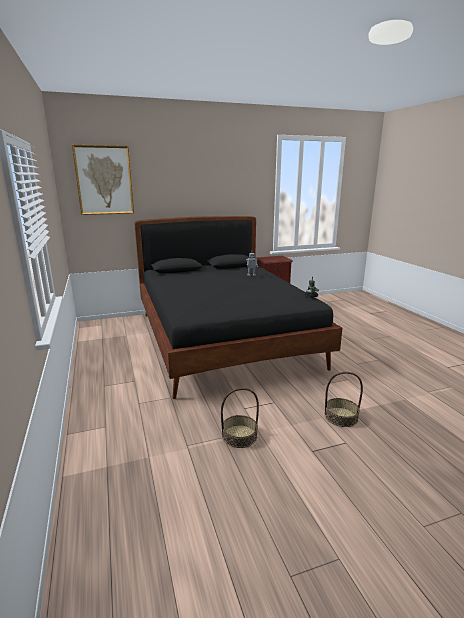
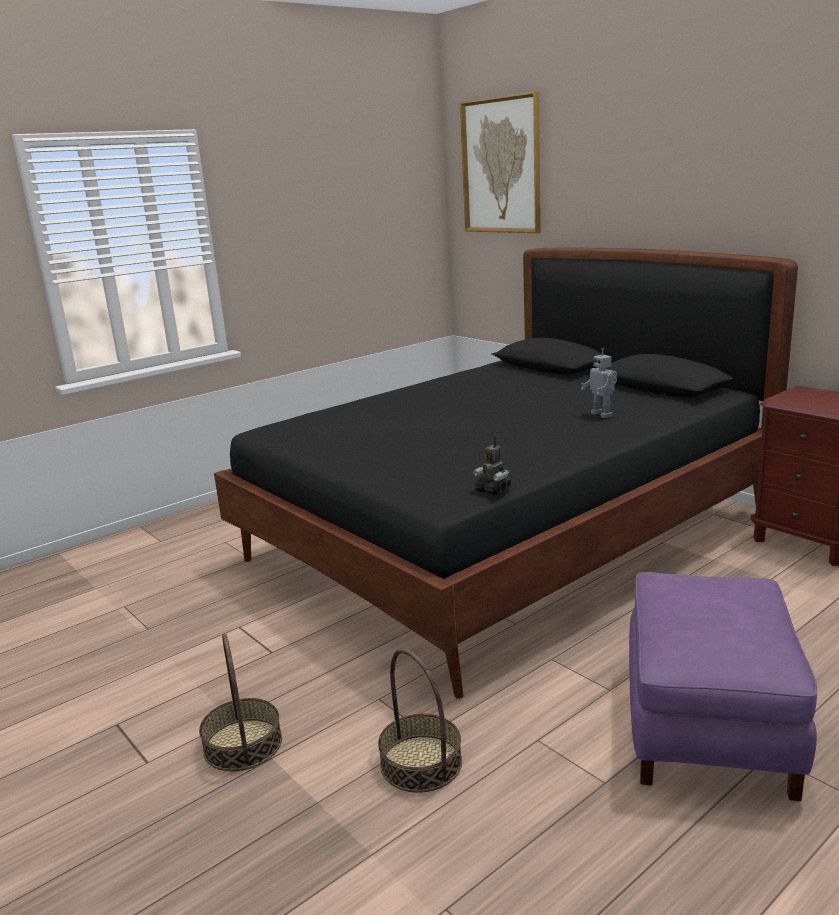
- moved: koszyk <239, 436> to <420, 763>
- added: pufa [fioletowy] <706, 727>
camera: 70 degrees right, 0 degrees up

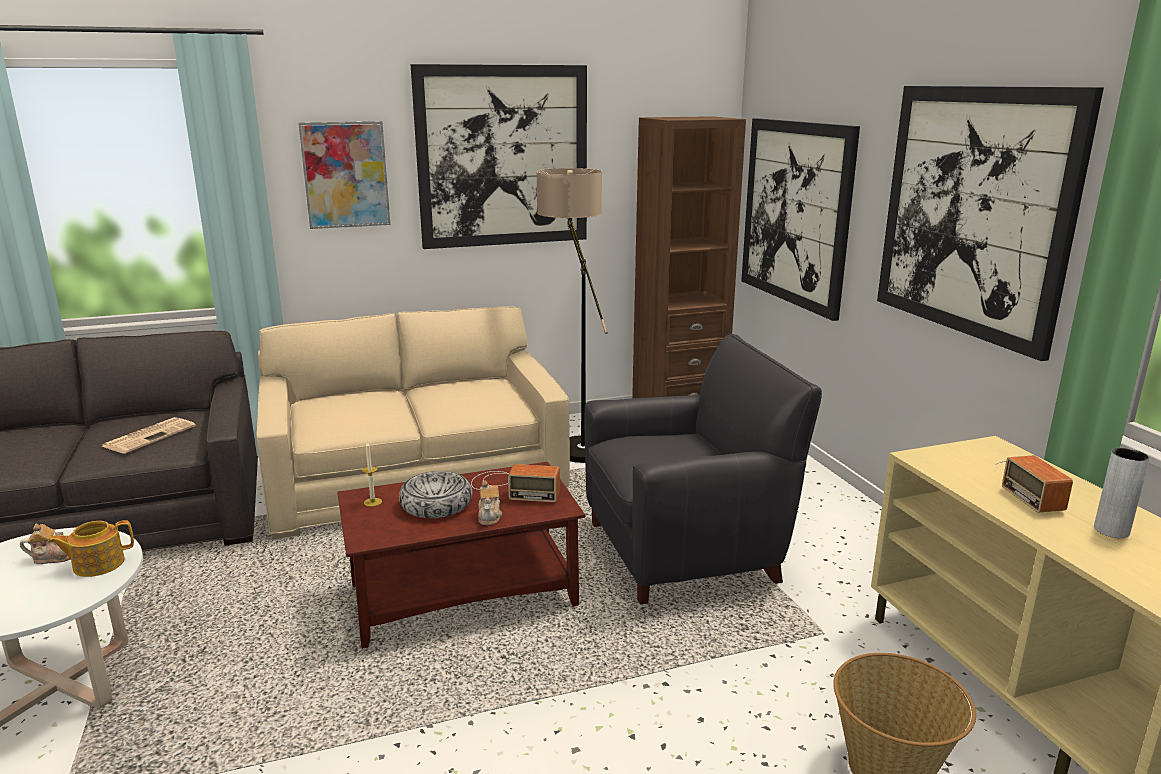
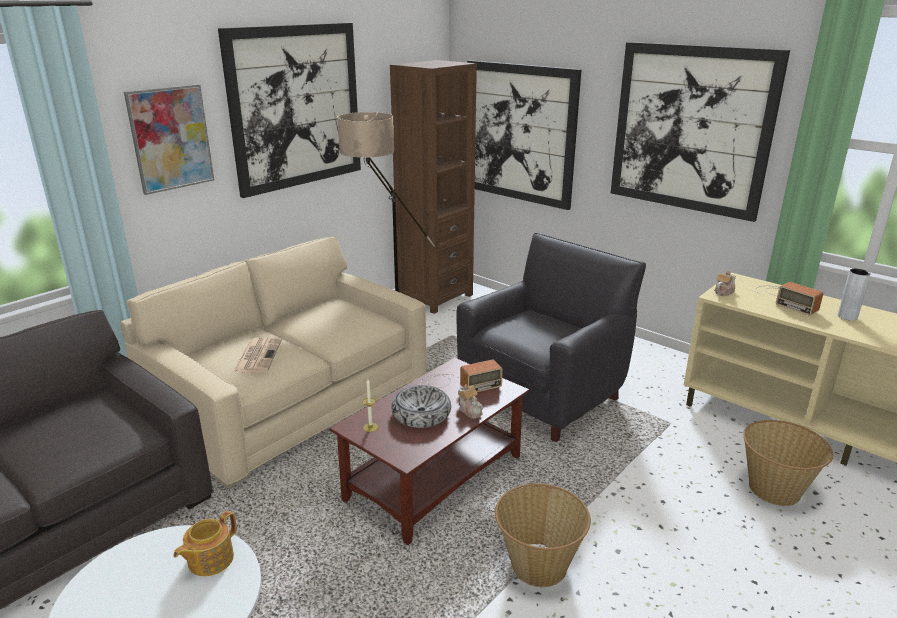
- moved: gazeta <150, 436> to <258, 356>
- added: koszyk <538, 564>
- moved: imbryk <53, 557> to <723, 292>
camera: 30 degrees left, 5 degrees up

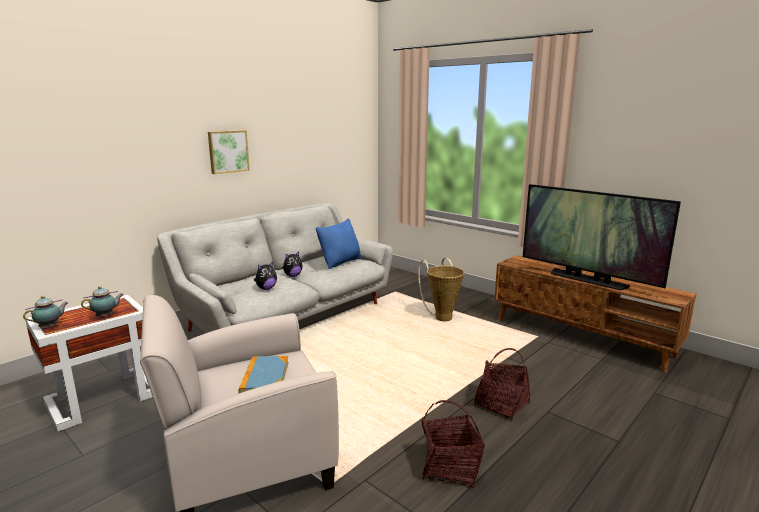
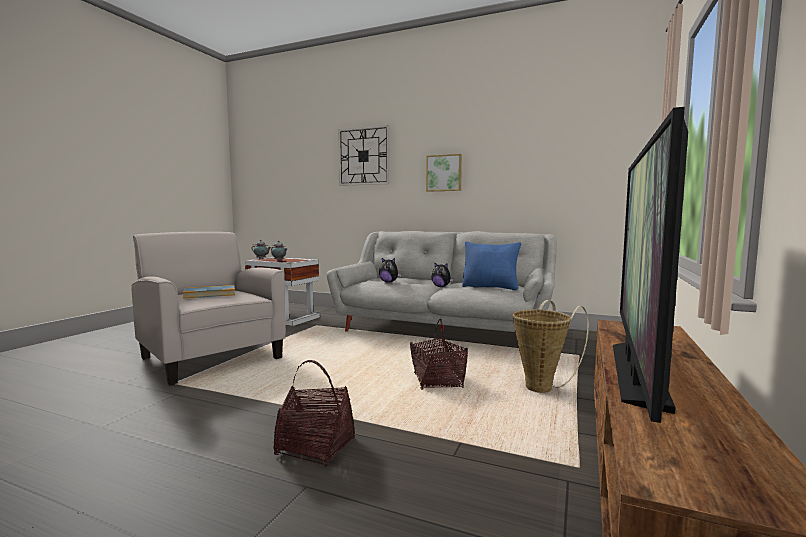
- added: zegar ścienny <364, 156>
- moved: koszyk <450, 468> to <437, 381>
camera: 70 degrees right, 10 degrees down

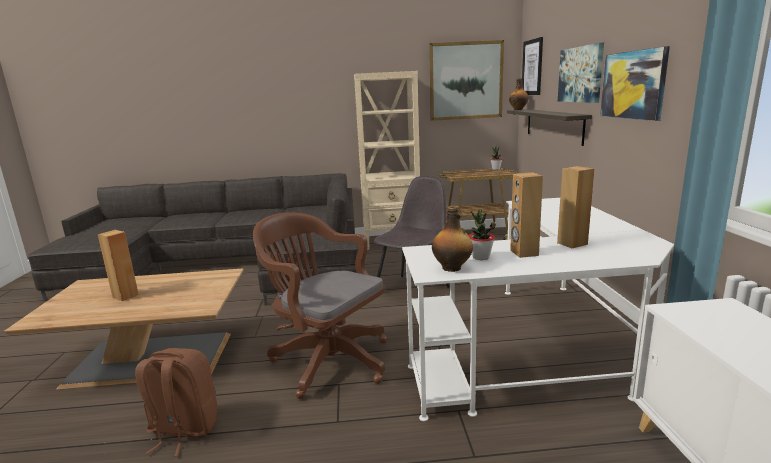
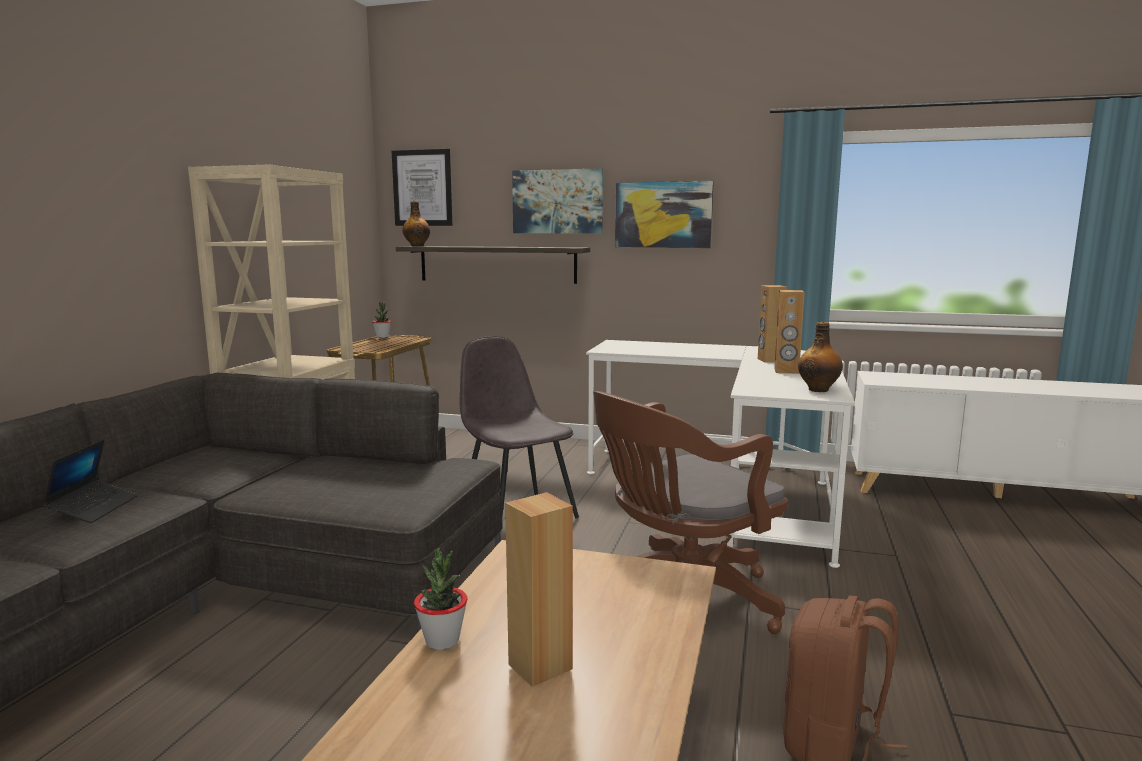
- added: laptop <93, 508>
- moved: roślina doniczkowa <480, 257> to <442, 641>
- removed: obraz <466, 81>
camera: 70 degrees left, 5 degrees down

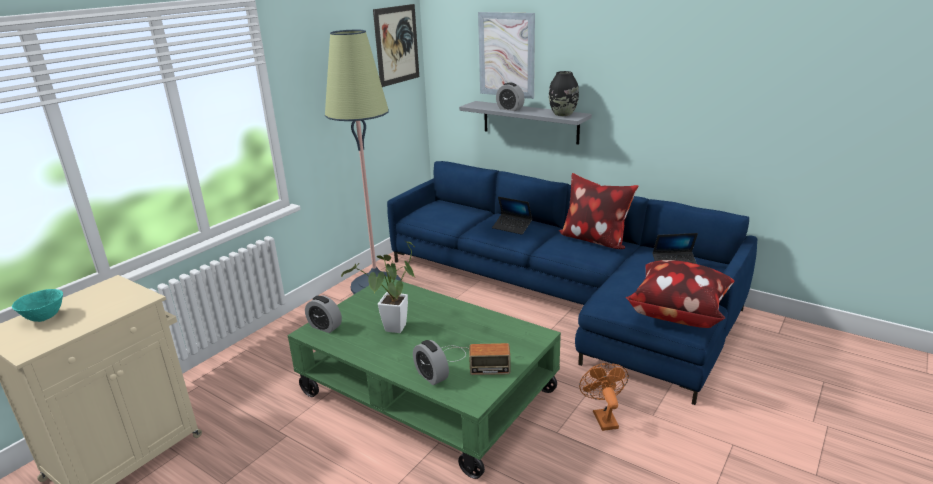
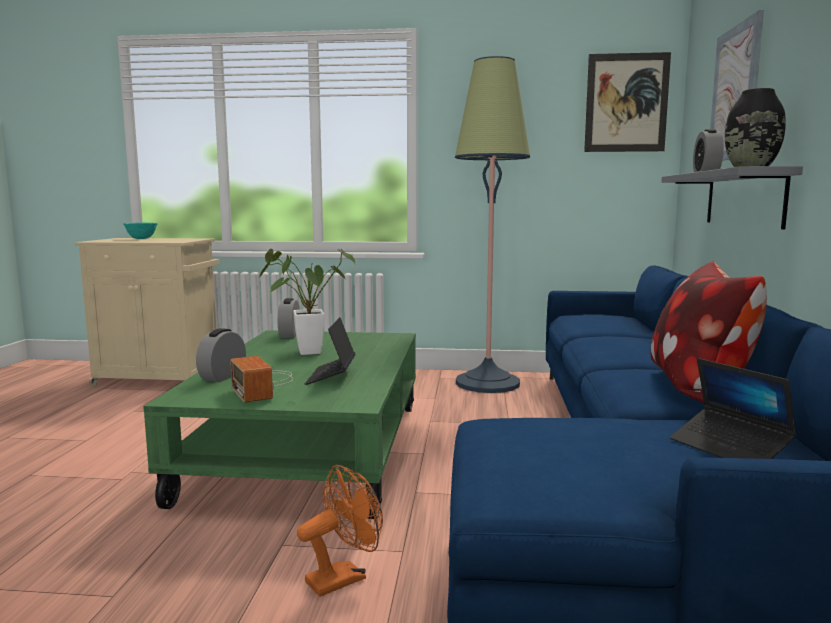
- moved: laptop <512, 227> to <331, 376>
- removed: poduszka <677, 312>
camera: 60 degrees right, 15 degrees down

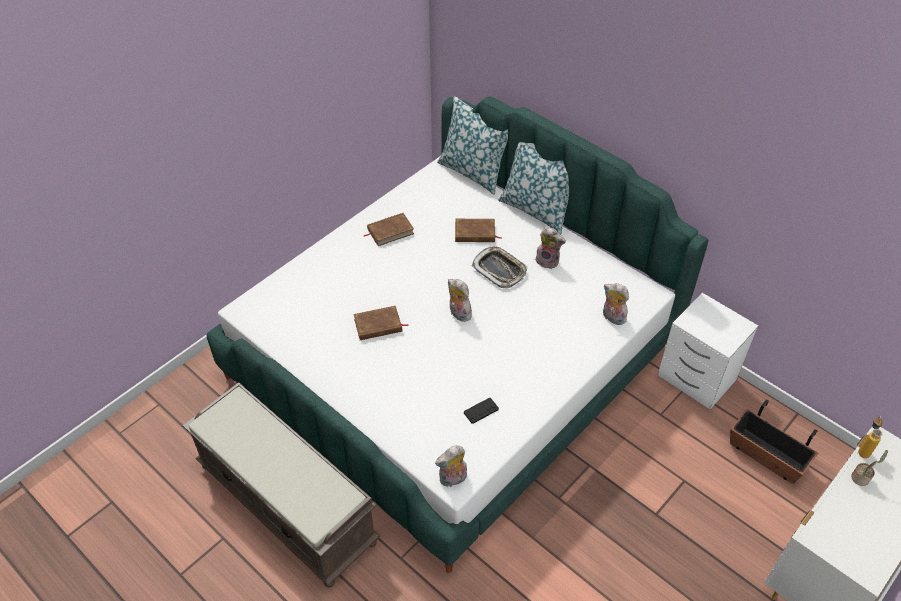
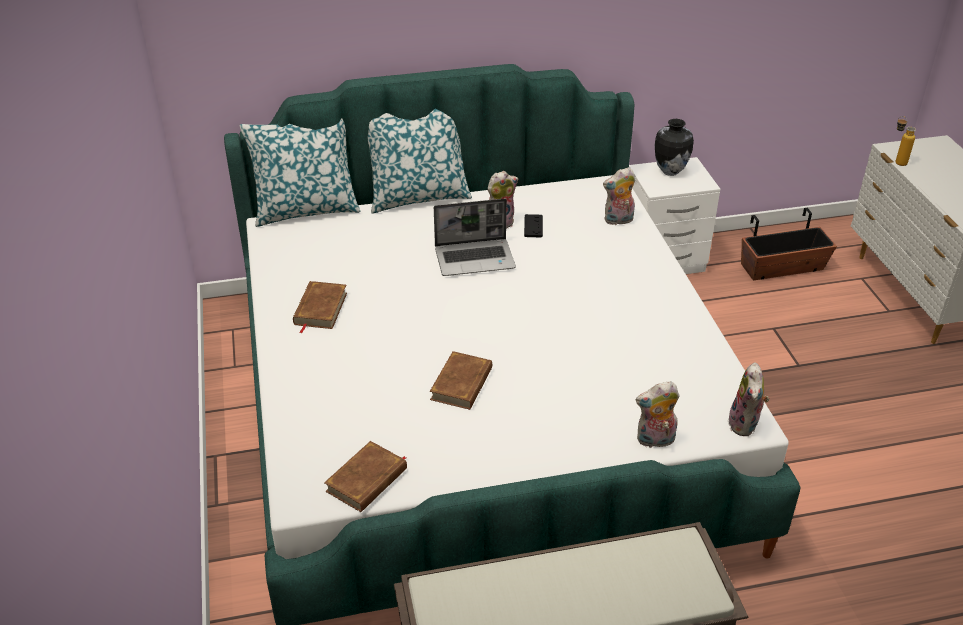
- moved: książka [brązowy] <475, 233> to <367, 480>
- replaced: taca <499, 270> to laptop <475, 258>
- moved: pad do gier [czarny] <481, 411> to <533, 226>
- moved: pluszak <458, 314> to <655, 441>
- added: wazon <669, 171>
- removed: roślina doniczkowa <861, 478>
camera: 55 degrees left, 10 degrees down

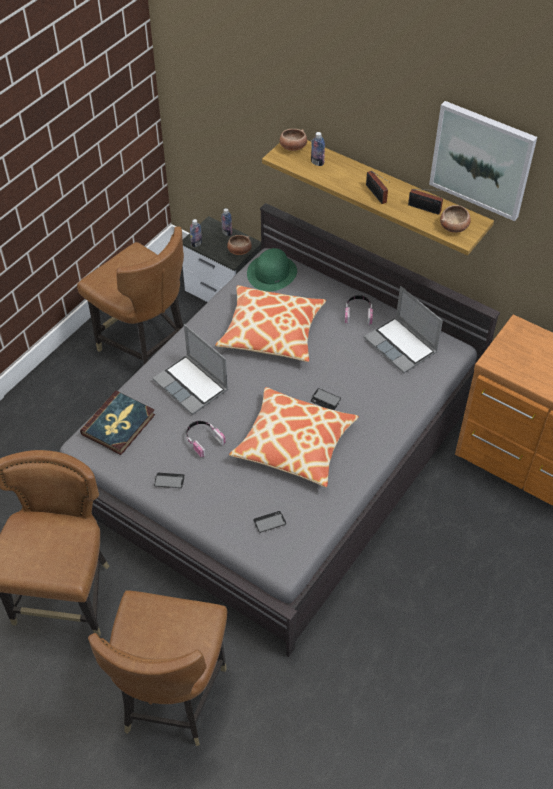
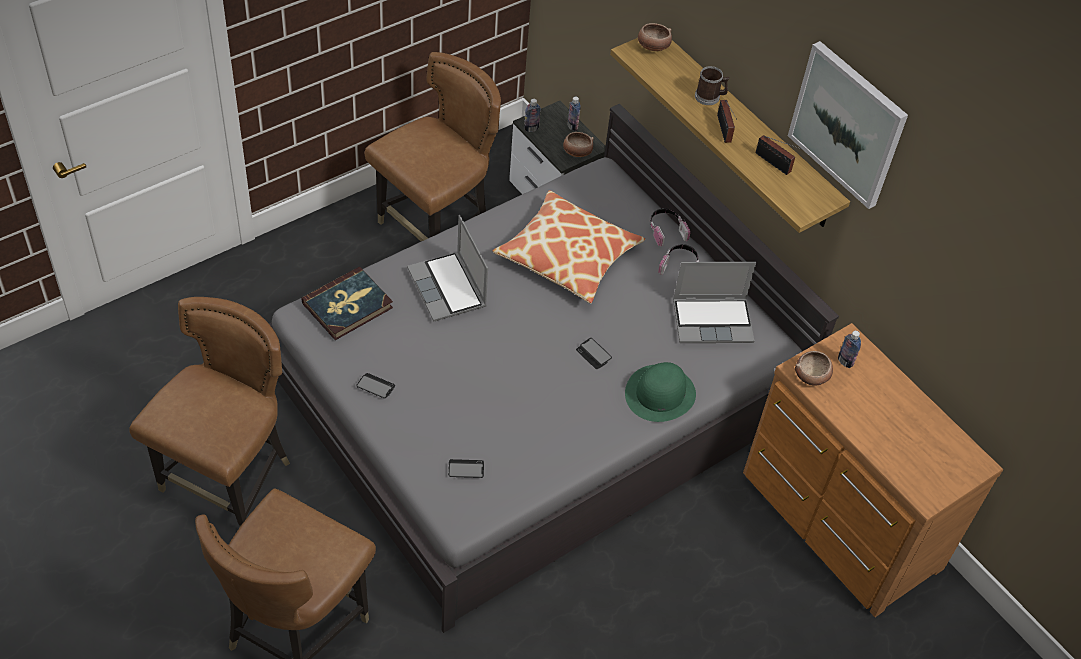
- turned: krzesło [brązowy] <145, 345> = <436, 230> 105 degrees counterclockwise
- moved: kapelusz [zielony] <272, 273> to <660, 394>
- moved: słuchawki <203, 440> to <666, 230>
- turned: laptop <401, 346> = <713, 320> 75 degrees counterclockwise
- added: kubek <710, 97>
- moved: miska <454, 226> to <812, 376>
- moved: butelka <317, 163> to <845, 361>
- removed: poduszka <294, 444>
camera: 15 degrees right, 0 degrees up

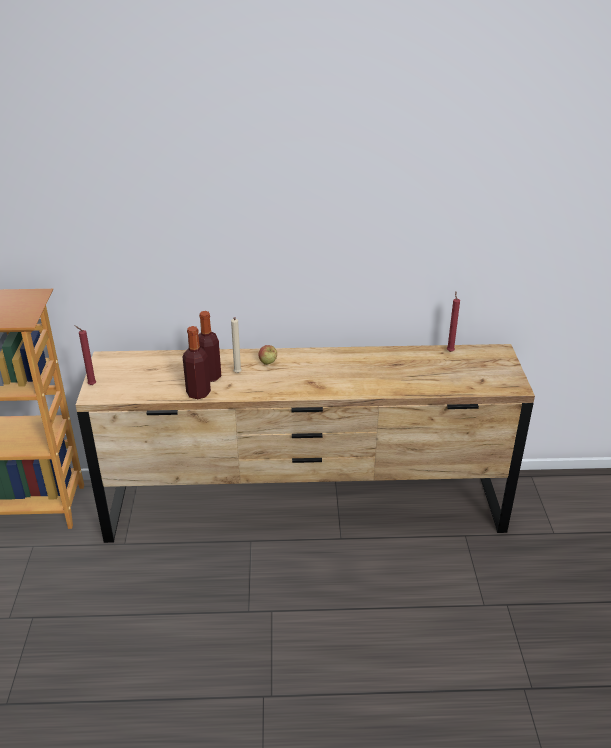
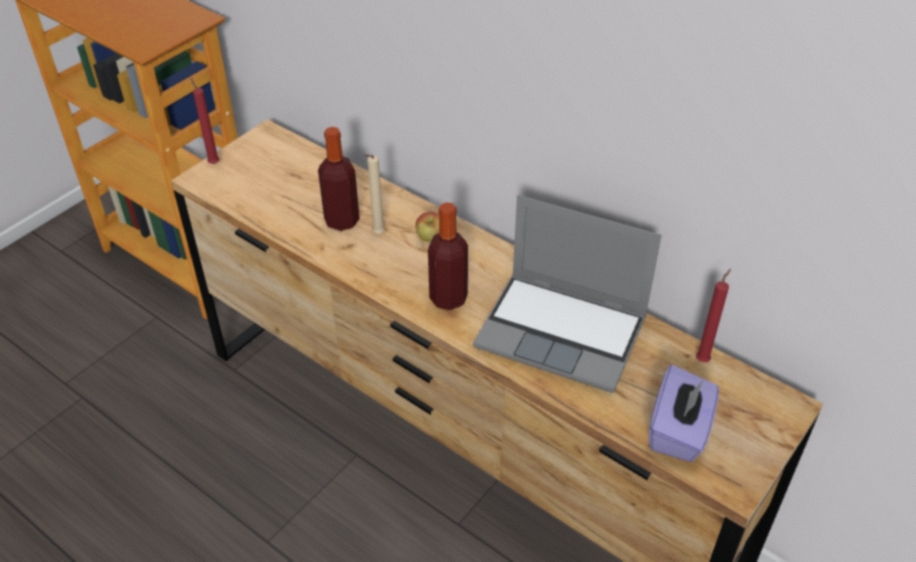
- moved: butelka <198, 393> to <448, 298>
- added: laptop <563, 332>
- added: pudełko chusteczek [fioletowy] <679, 431>
camera: 40 degrees right, 10 degrees up

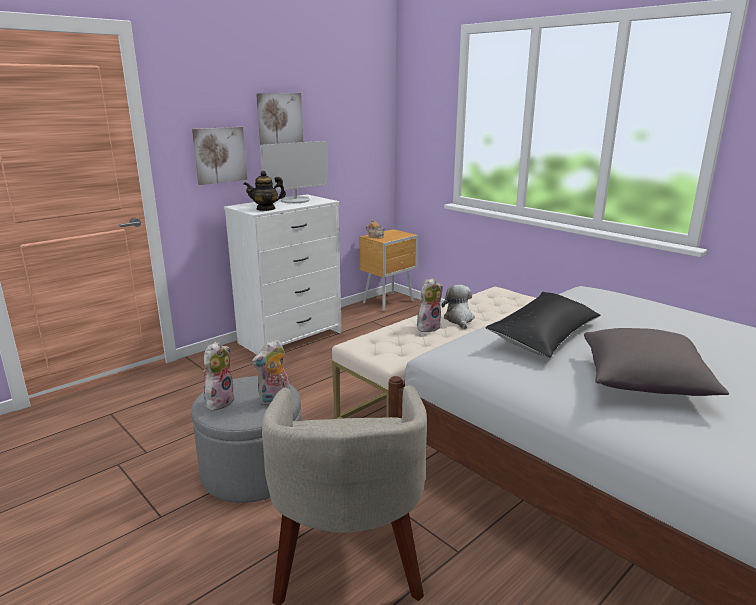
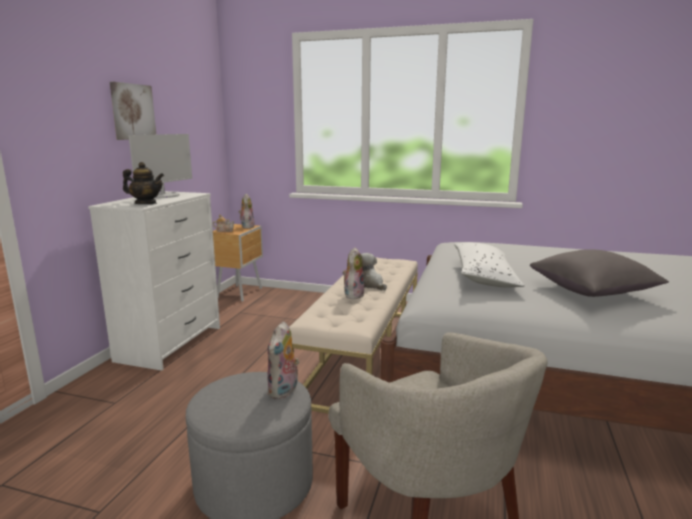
- turned: imbryk <266, 209> = <146, 203> 120 degrees counterclockwise
- moved: pluszak <219, 401> to <247, 227>
- recoloured: poduszka [czarny] <544, 336> to poduszka [biały] <484, 276>
- removed: obraz <219, 155>
camera: 30 degrees left, 5 degrees down

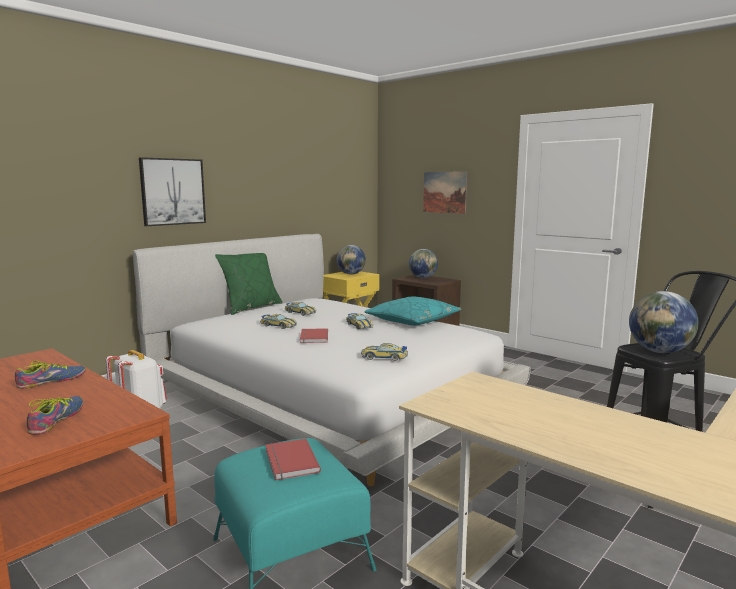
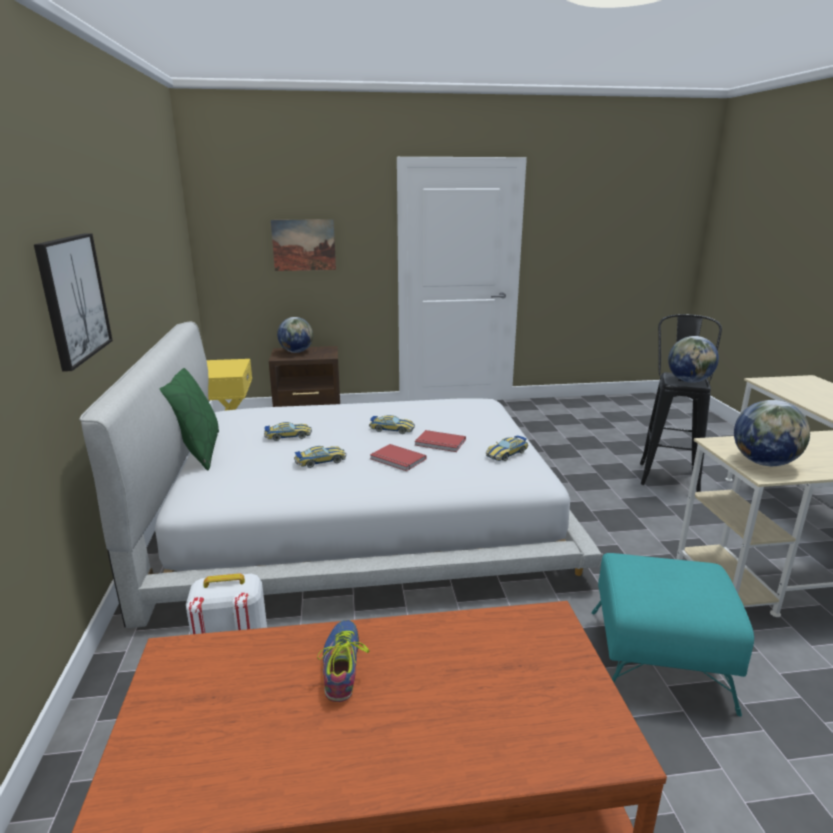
- moved: książka [czerwony] <289, 461> to <440, 443>
- moved: globus <351, 274> to <764, 463>
- removed: but <56, 420>
- removed: poduszka [turkusowy] <413, 320>
camera: 50 degrees left, 10 degrees up

